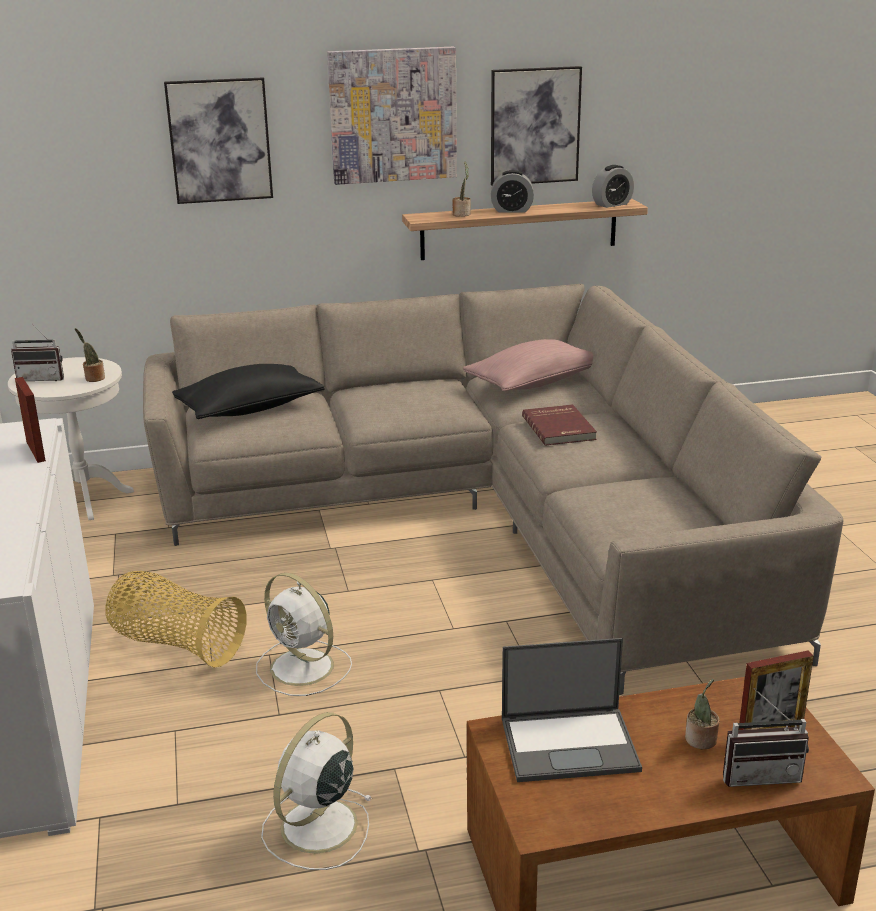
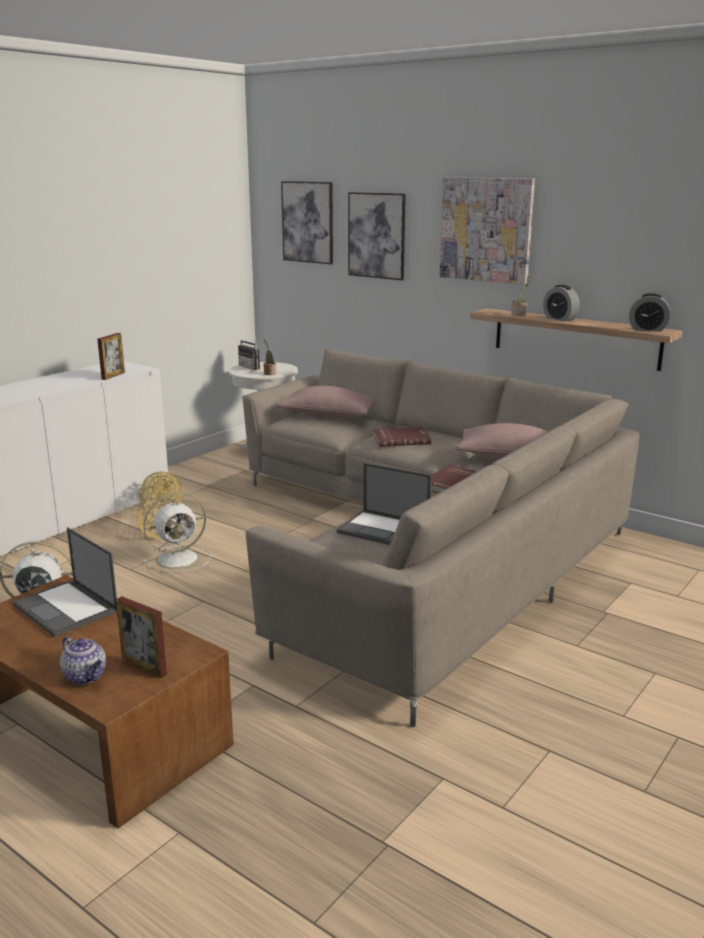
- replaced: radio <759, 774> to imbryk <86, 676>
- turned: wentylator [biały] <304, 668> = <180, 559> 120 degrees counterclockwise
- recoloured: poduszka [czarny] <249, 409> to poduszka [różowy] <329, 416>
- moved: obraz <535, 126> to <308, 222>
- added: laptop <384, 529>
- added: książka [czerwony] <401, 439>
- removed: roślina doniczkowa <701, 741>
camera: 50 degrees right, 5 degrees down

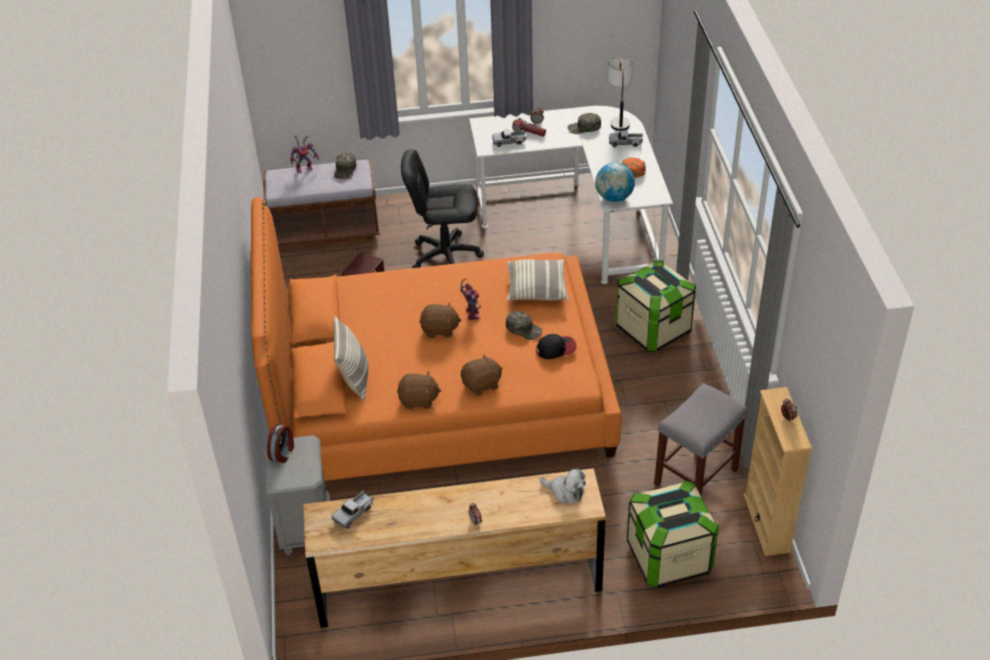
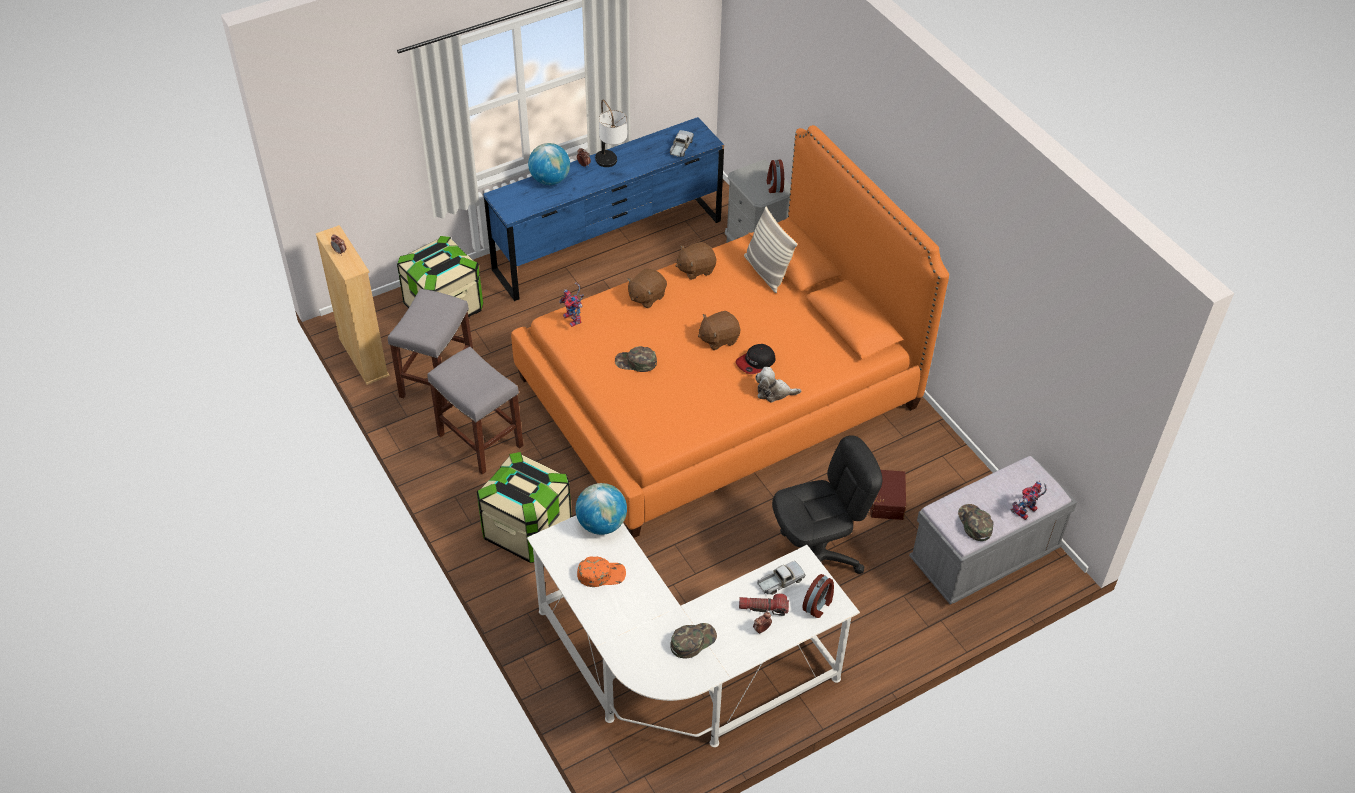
- added: stołek [szary] <479, 440>
- recoloured: komoda [brązowy] <459, 584> to komoda [niebieski] <608, 245>
- added: globus <550, 180>
- moved: robot zabawkowy <470, 313> to <574, 320>
- moved: lampa stołowa <619, 118> to <610, 166>
- moved: czapka z daszkiem <556, 349> to <756, 362>
- moved: pluszak <565, 491> to <774, 392>
- added: budzik <818, 605>
- recoloured: ławka [brązowy] <326, 230> to ławka [szary] <984, 557>
- removed: poduszka <536, 289>
- removed: ciężarówka zabawkowa <625, 143>
camera: 155 degrees right, 5 degrees up

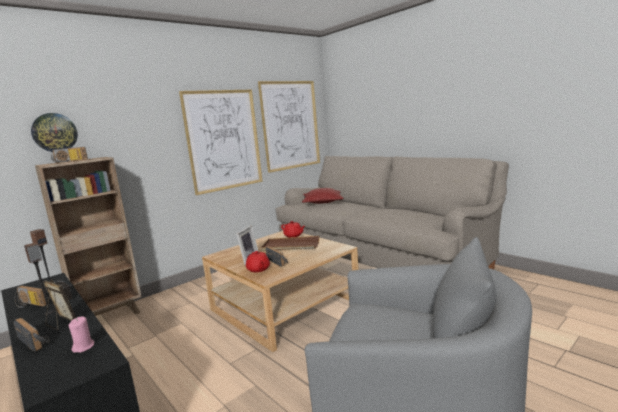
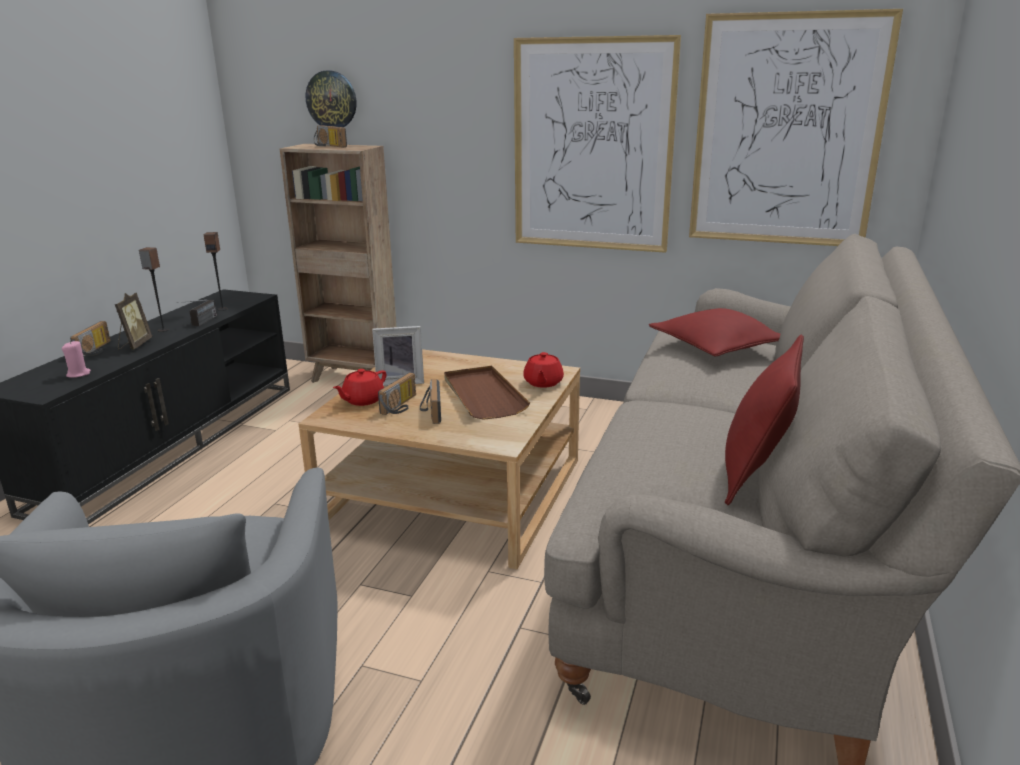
- moved: radio <30, 305> to <430, 411>
- added: poduszka [czerwony] <755, 474>
camera: 60 degrees right, 10 degrees up

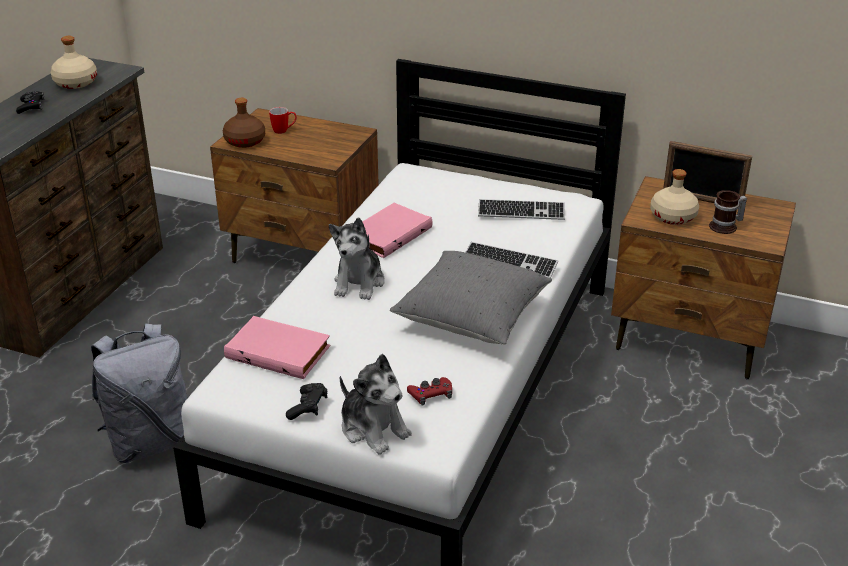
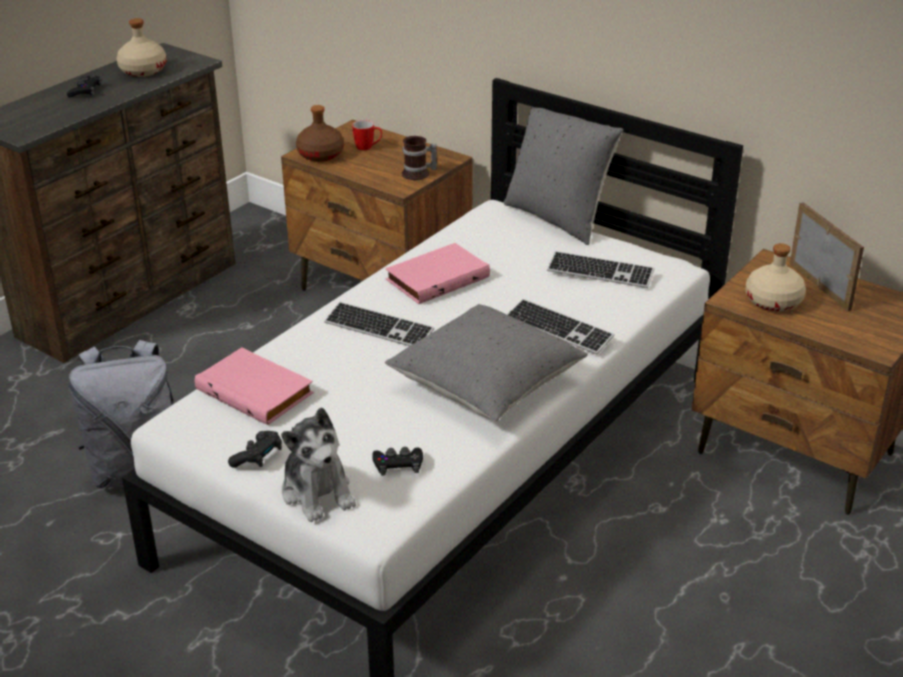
- replaced: pluszak <359, 283> to klawiatura <379, 328>
- recoloured: pad do gier [czerwony] <430, 394> to pad do gier [czarny] <398, 465>
- moved: kubek <726, 227> to <418, 174>
- added: poduszka [szary] <558, 218>
- turned: ramka na zdjęcie <702, 200> = <820, 286> 150 degrees counterclockwise
camera: 15 degrees right, 0 degrees up

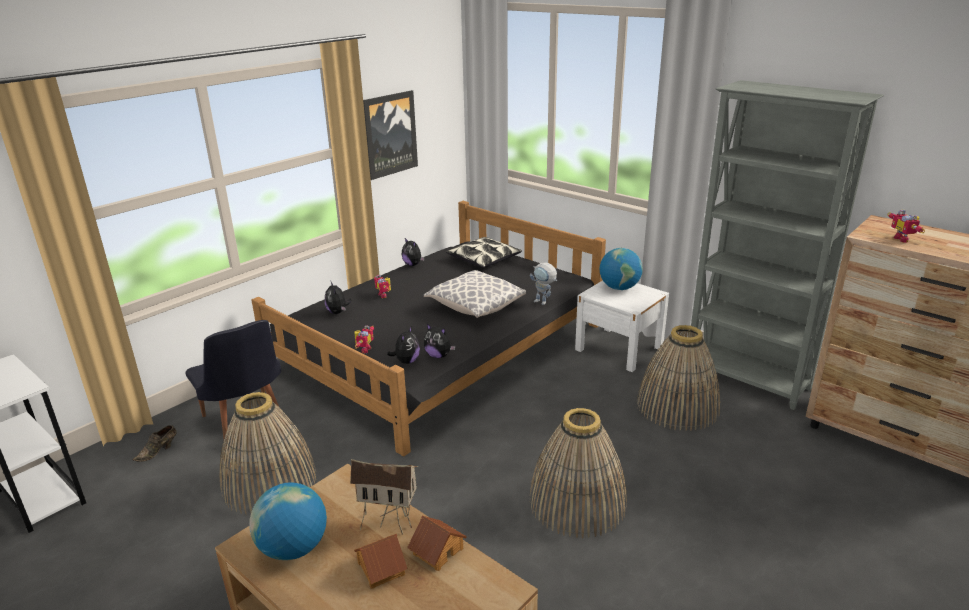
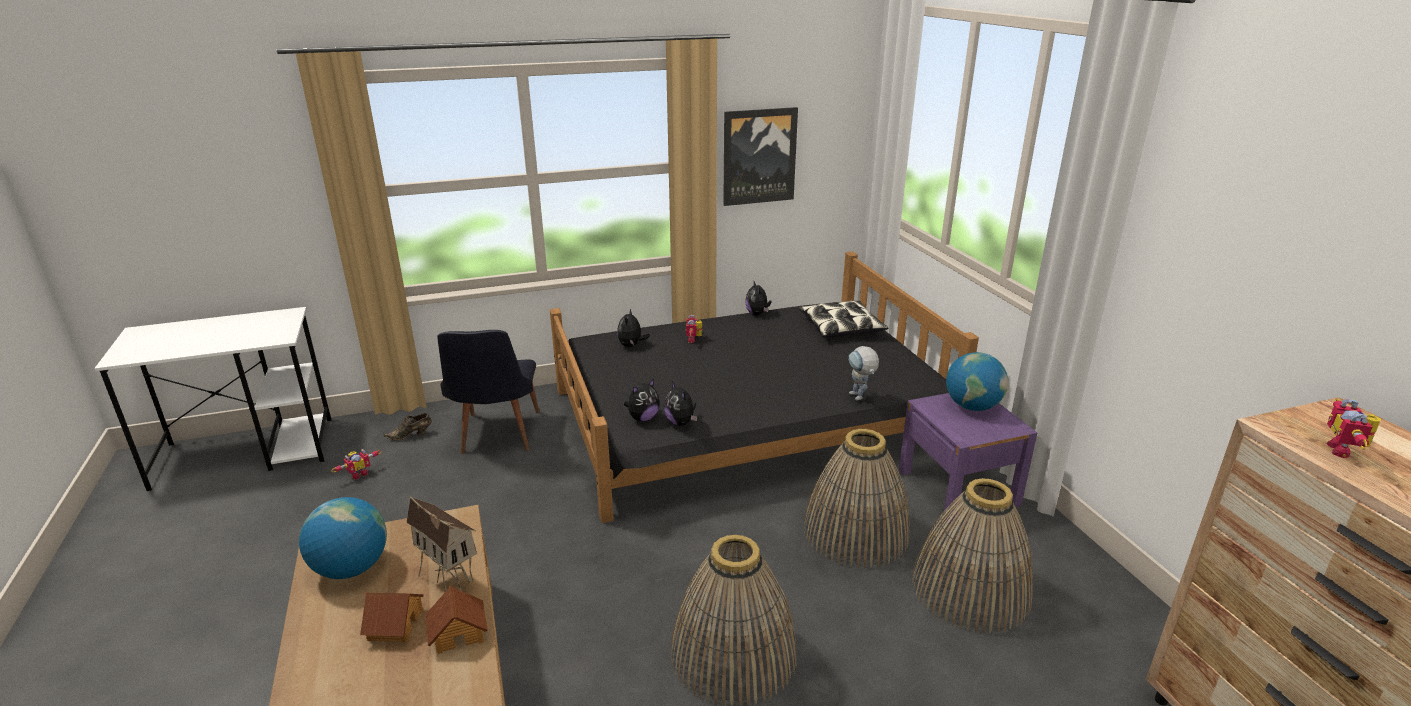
- moved: robot zabawkowy <363, 349> to <359, 474>
- moved: koszyk <269, 482> to <855, 532>
- recoloured: szafka nocna [biały] <619, 349> to szafka nocna [fioletowy] <957, 487>
- removed: poduszka <475, 307>
- removed: regał [szary] <747, 380>
camera: 30 degrees right, 0 degrees up

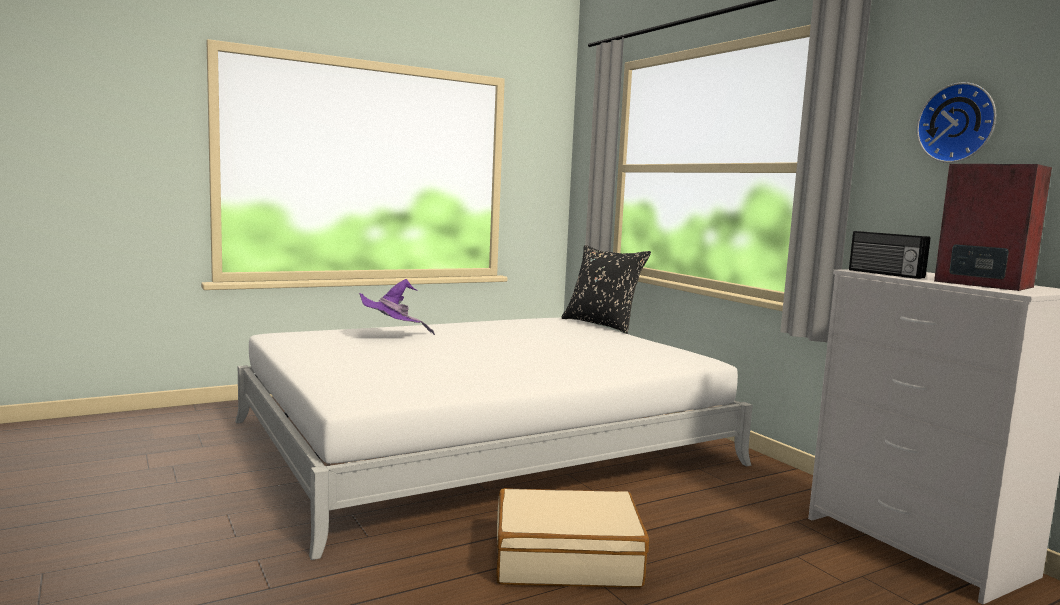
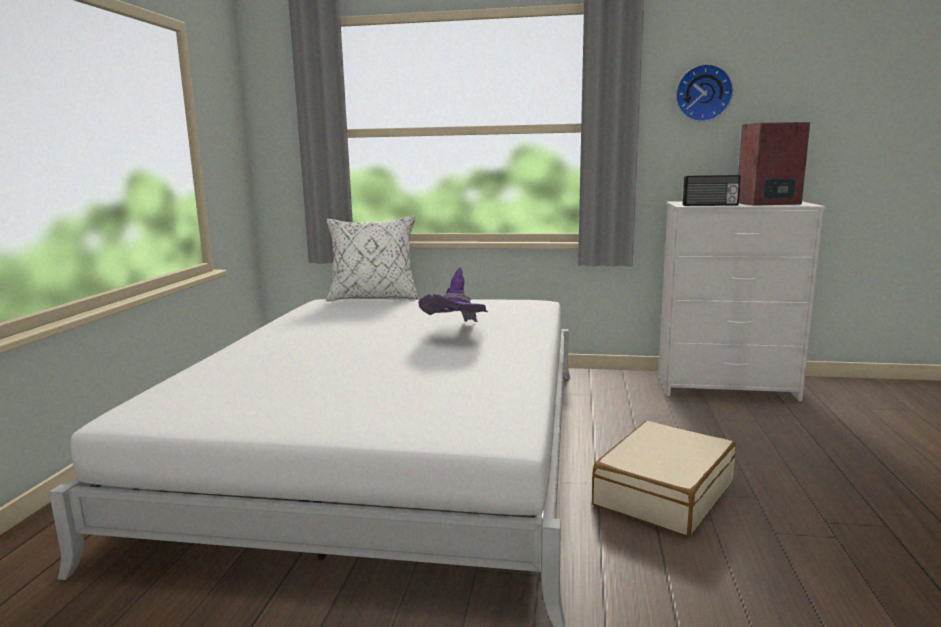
- recoloured: poduszka [czarny] <602, 325> to poduszka [biały] <373, 297>
- moved: kapelusz [fioletowy] <392, 335> to <457, 333>
camera: 50 degrees left, 5 degrees up

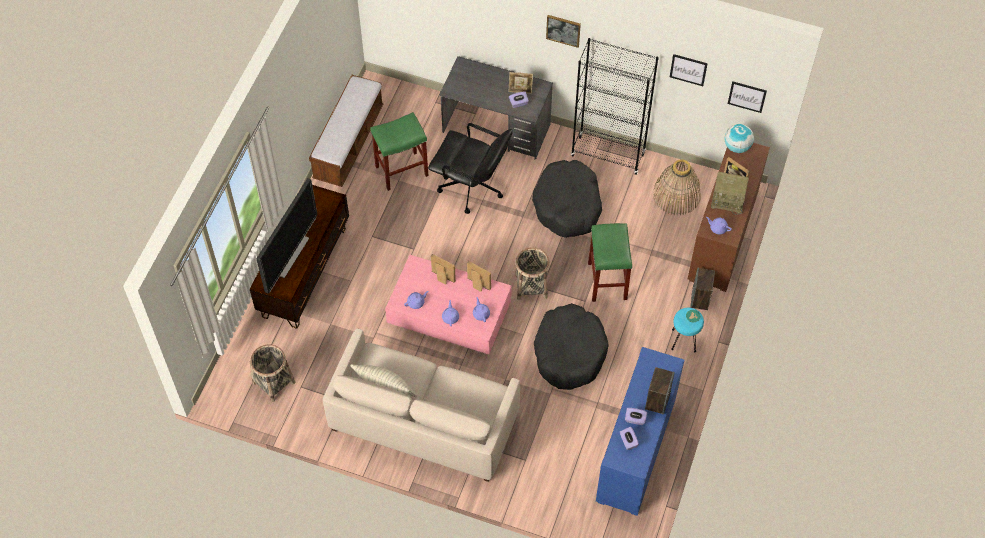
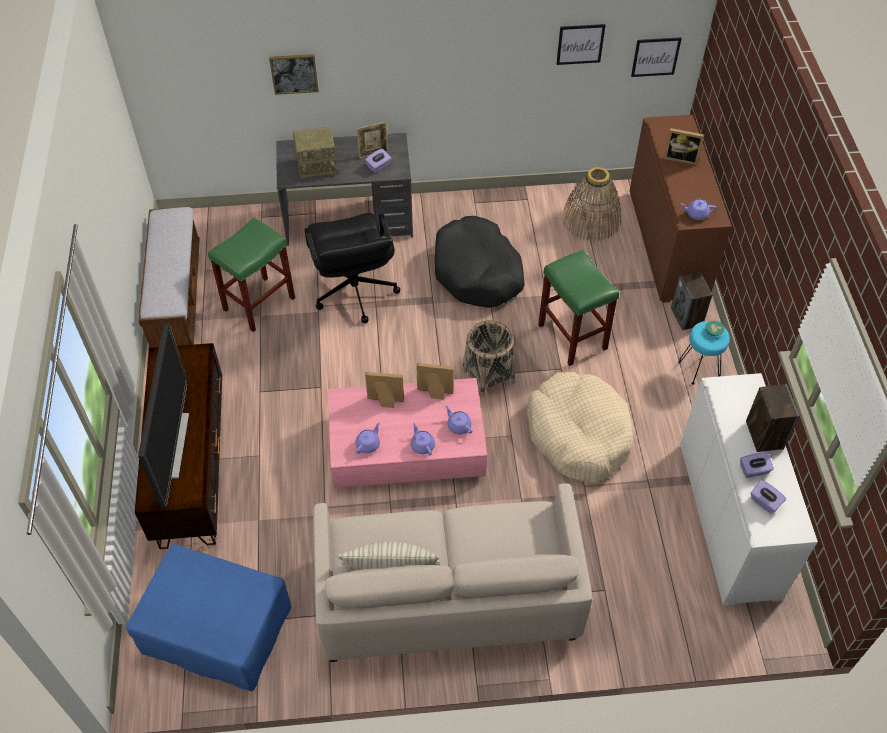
- replaced: koszyk <273, 382> to pufa [niebieski] <216, 631>
- moved: obraz <563, 30> to <294, 73>
- moved: radio <728, 201> to <317, 166>
- turned: krzesło biurowe [czarny] <471, 187> = <354, 292> 75 degrees clockwise
- recoloured: legowisko [czarny] <569, 352> to legowisko [beżowy] <578, 434>
- recoloured: szafka [niebieski] <636, 450> to szafka [biały] <728, 519>
- removed: regał [czarny] <608, 155>
- removed: globus <737, 147>
camera: 25 degrees left, 5 degrees down

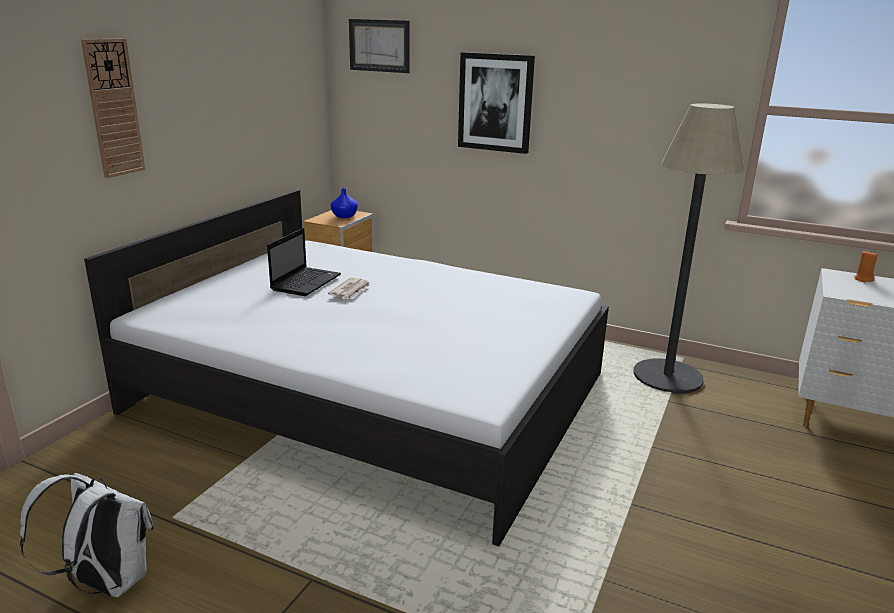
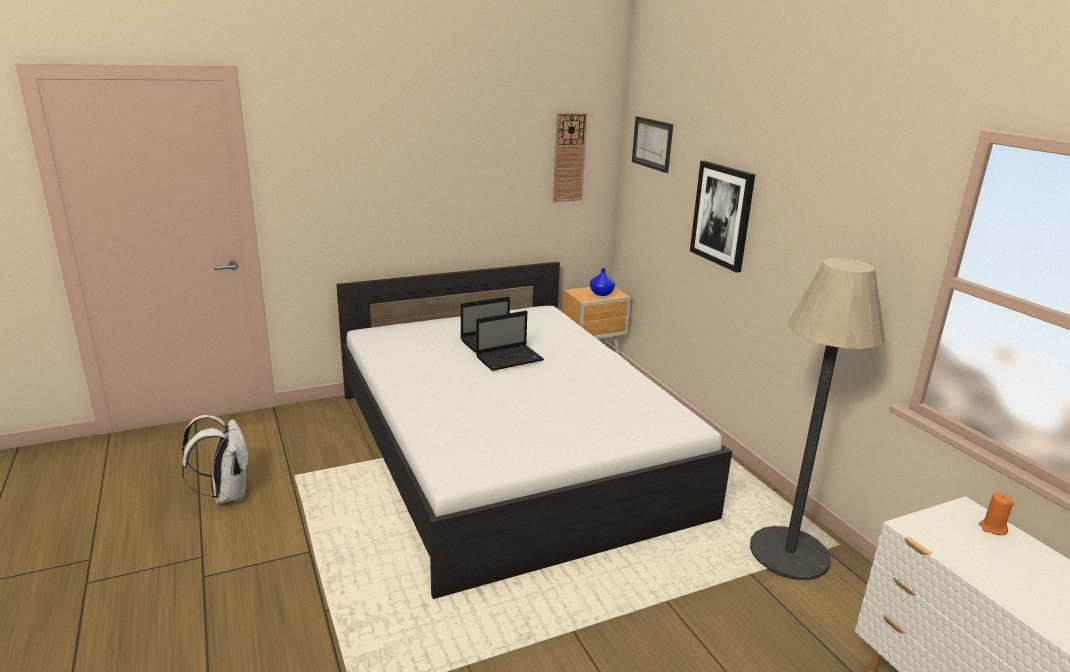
- replaced: gazeta <351, 290> to laptop <510, 358>
- moved: zegar ścienny <113, 108> to <569, 157>
camera: 40 degrees right, 0 degrees up

